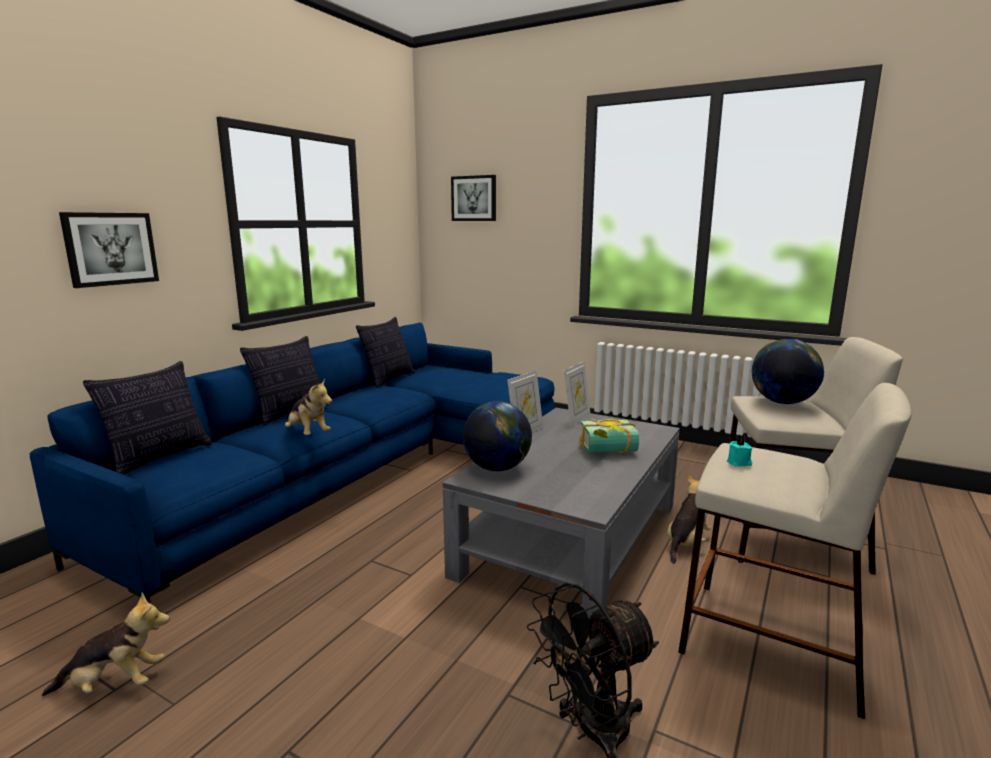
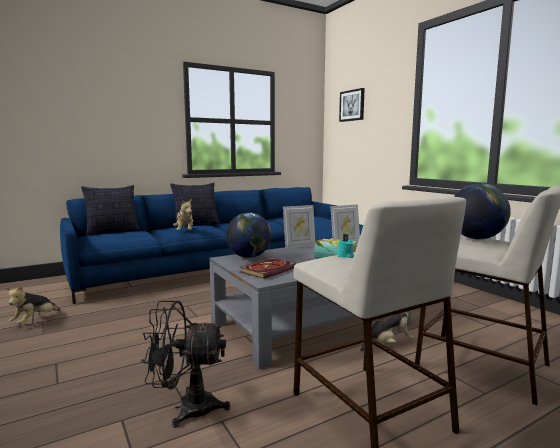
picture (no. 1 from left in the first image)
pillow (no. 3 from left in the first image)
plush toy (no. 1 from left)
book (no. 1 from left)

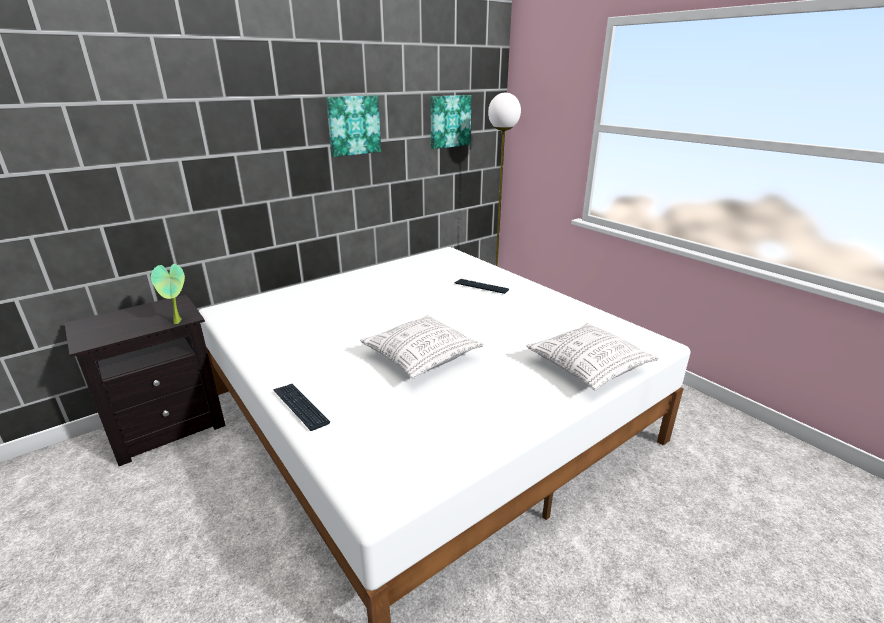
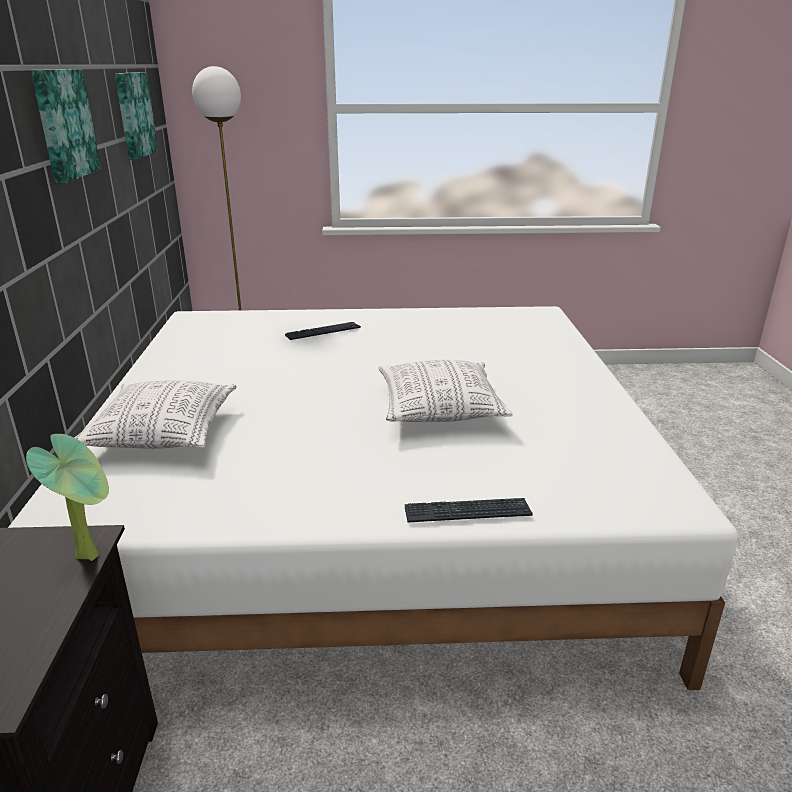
pillow (no. 1 from left)

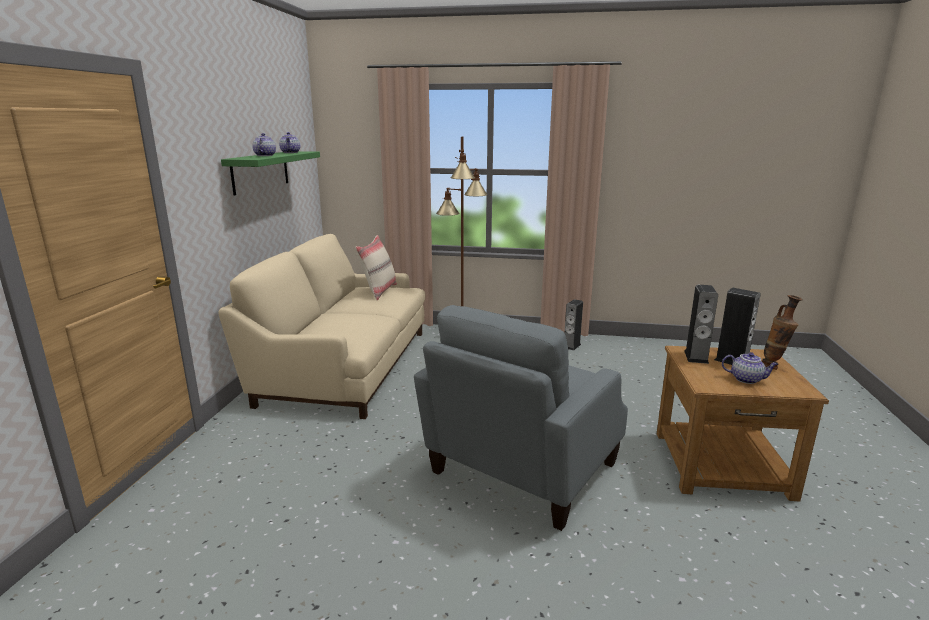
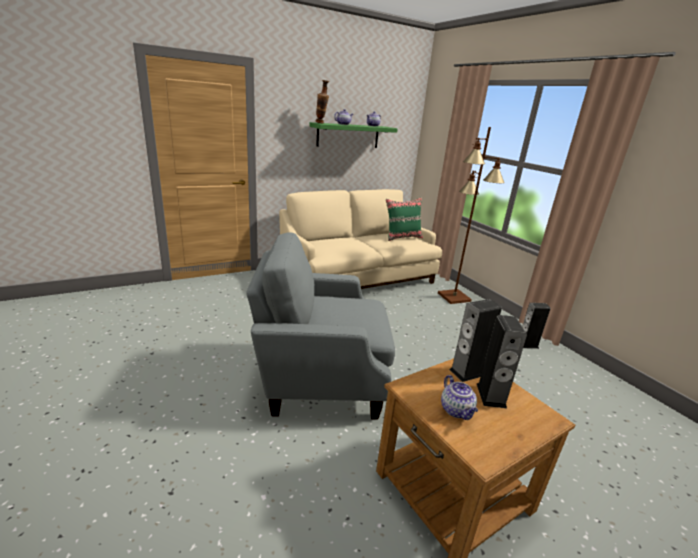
pillow (green)
vase

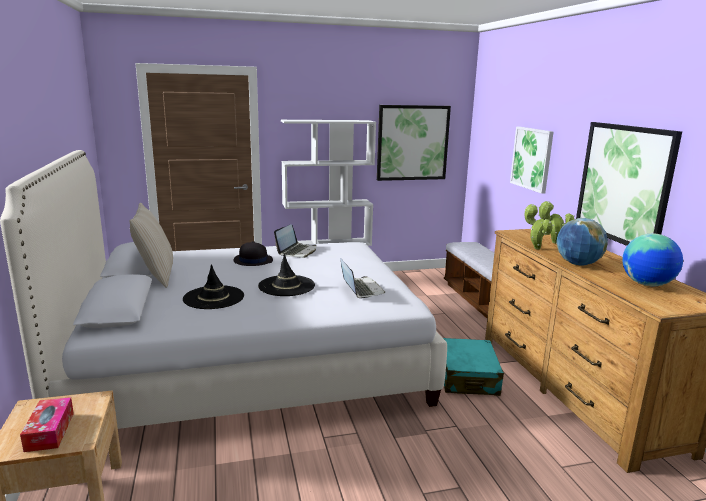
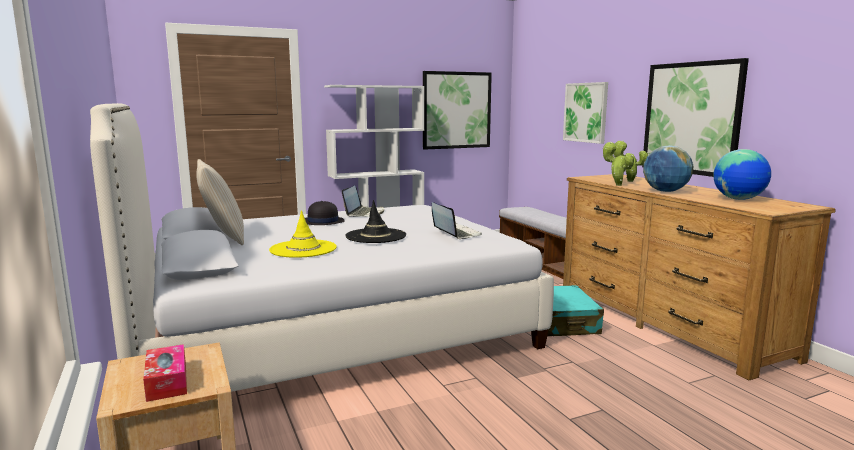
hat (yellow)

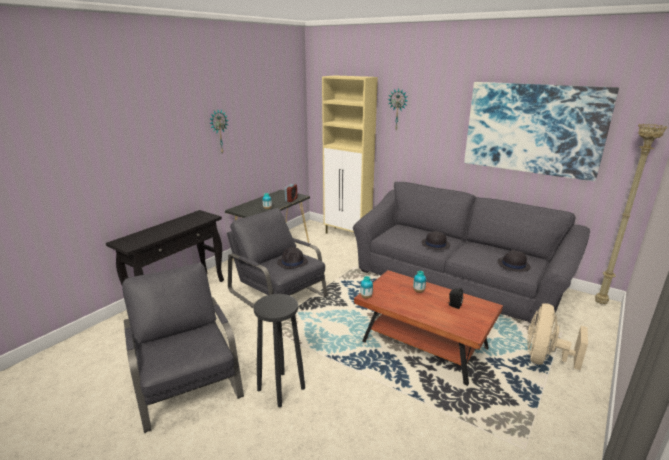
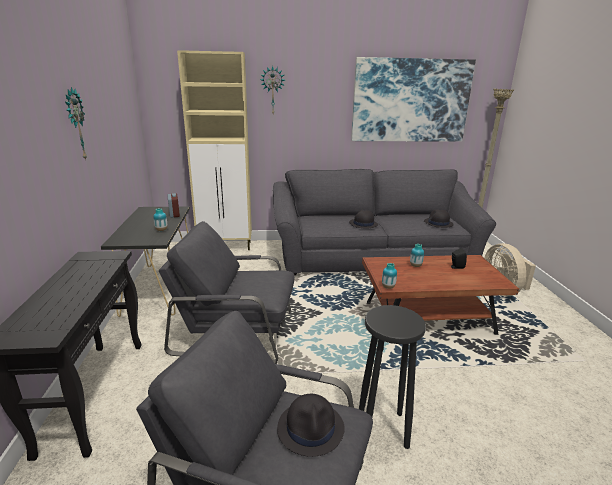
hat (black) (no. 1 from left)

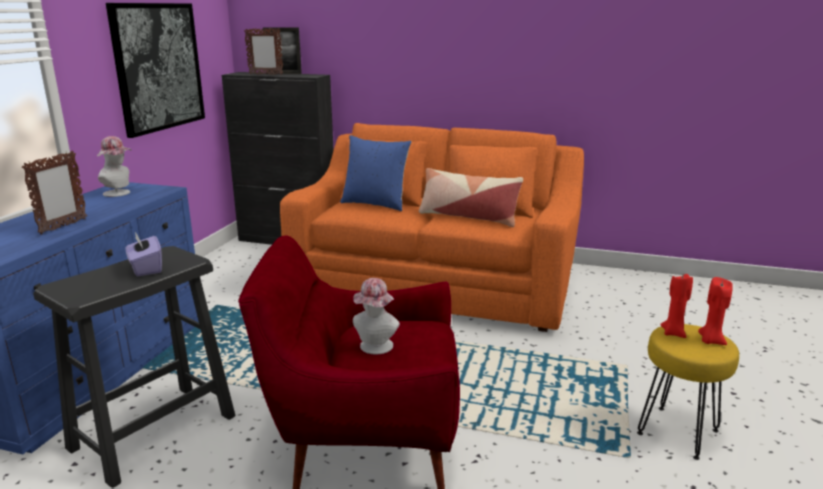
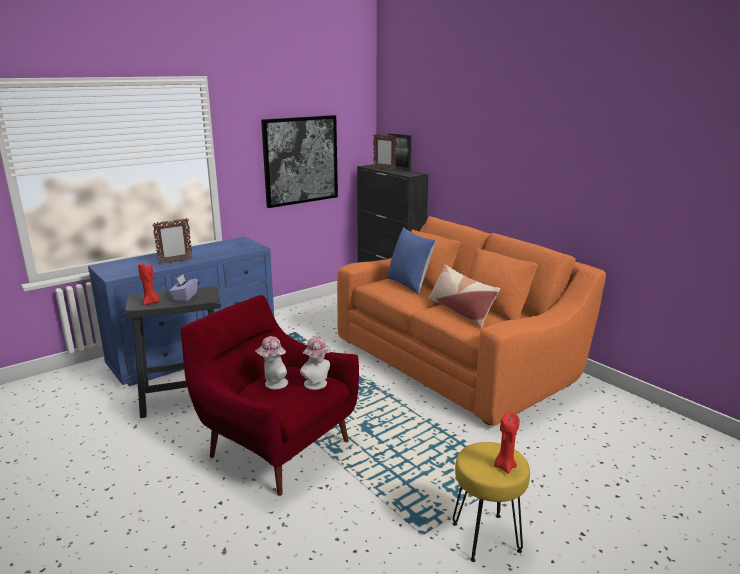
hat (no. 2 from left)
candle (red) (no. 1 from left)

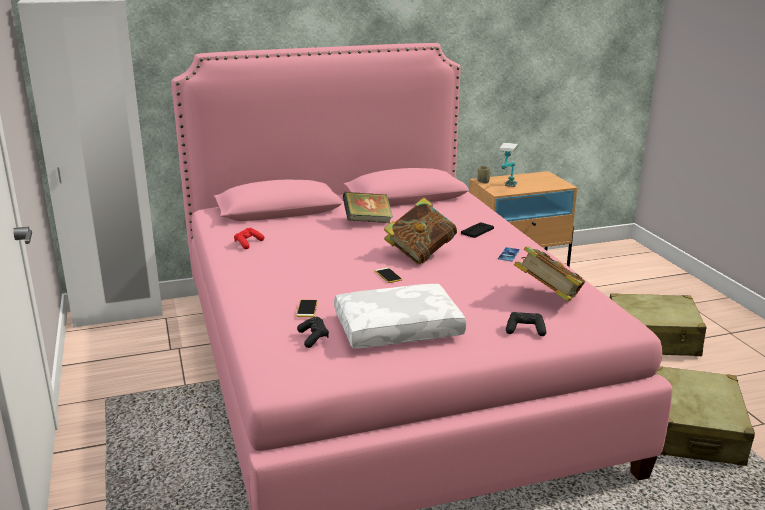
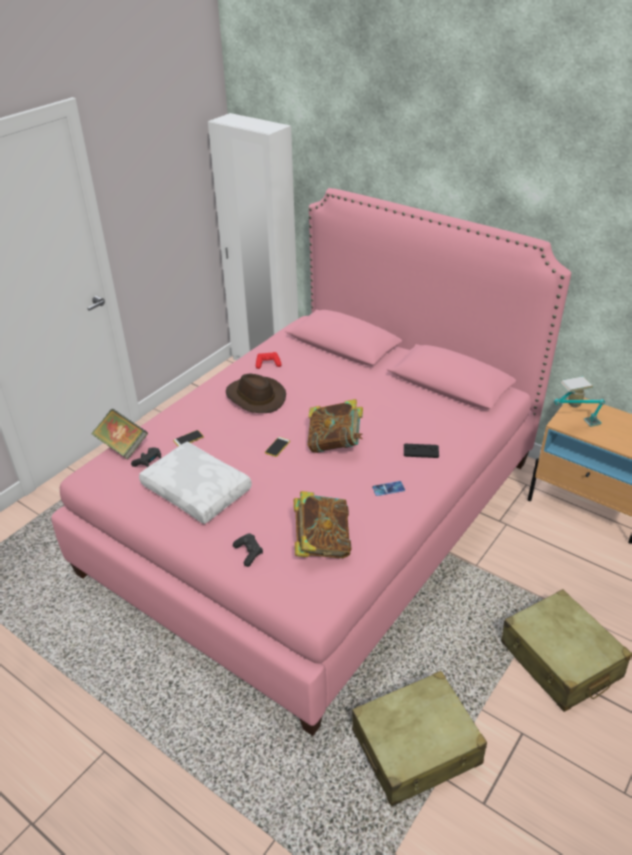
book (no. 1 from left)
hat (brown)

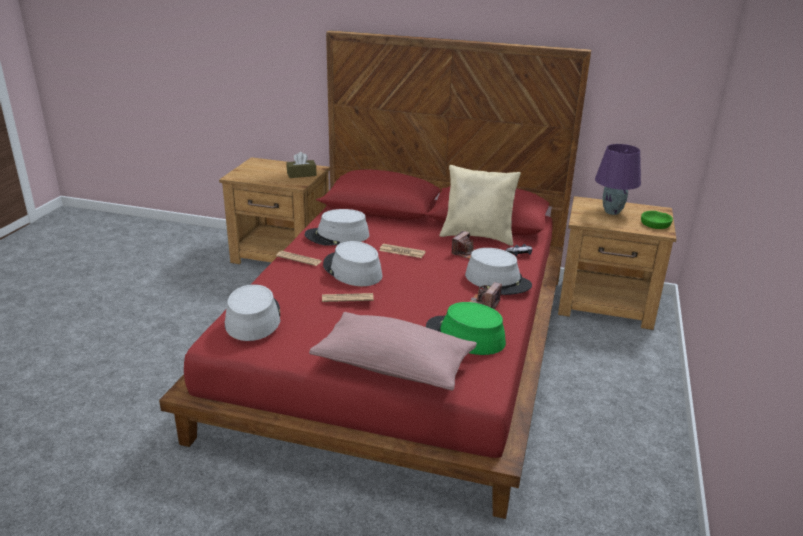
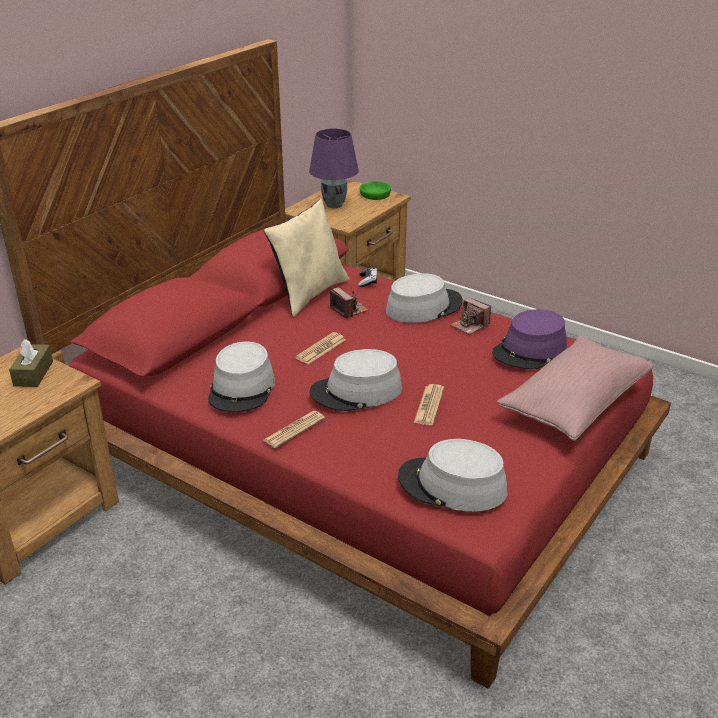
hat (purple)

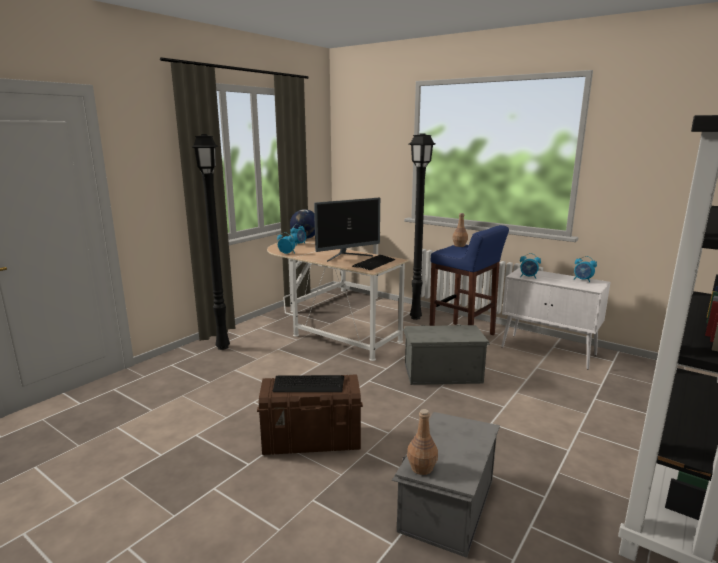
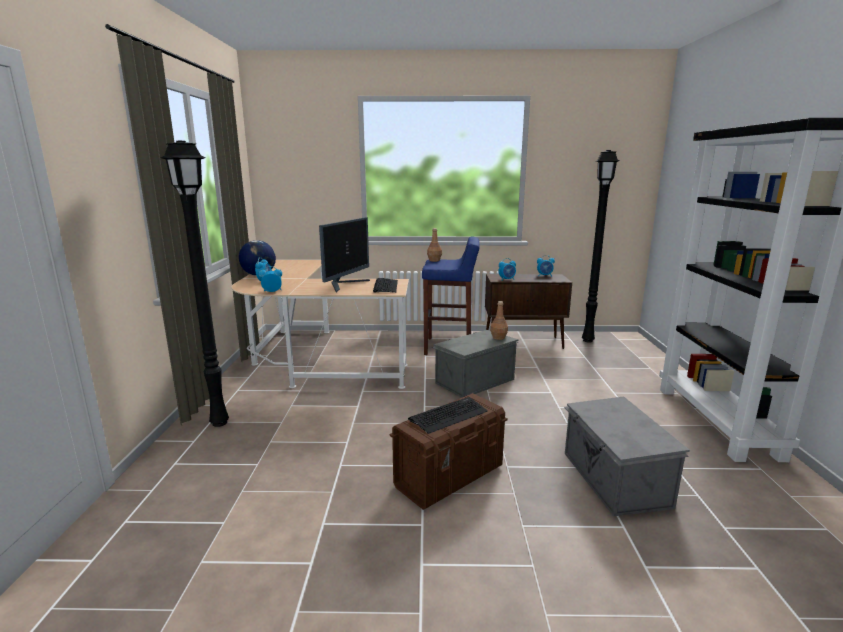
floor lamp (black) (no. 2 from left)
cabinet (brown)
bottle (brown) (no. 2 from left)

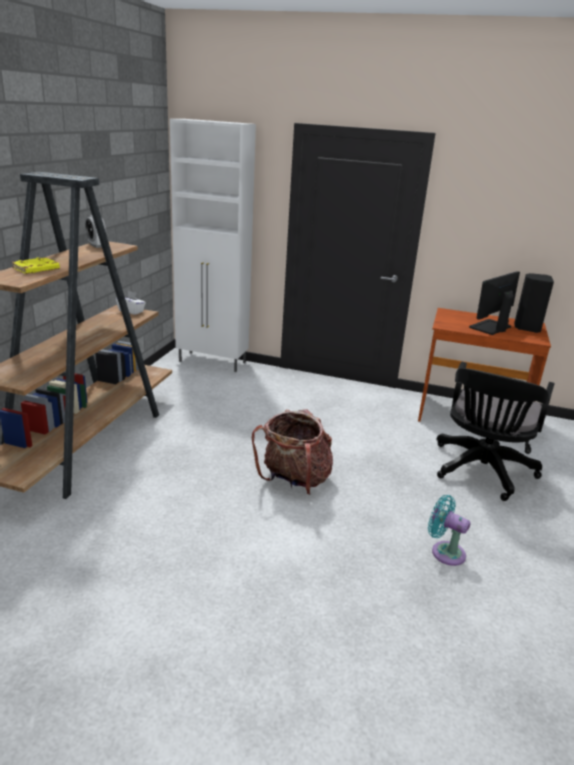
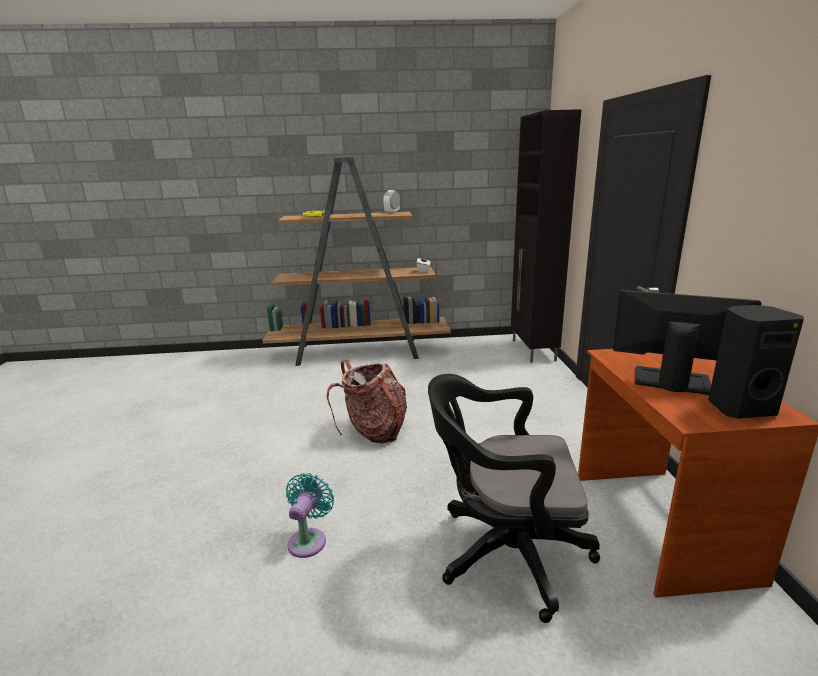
cabinet (black)

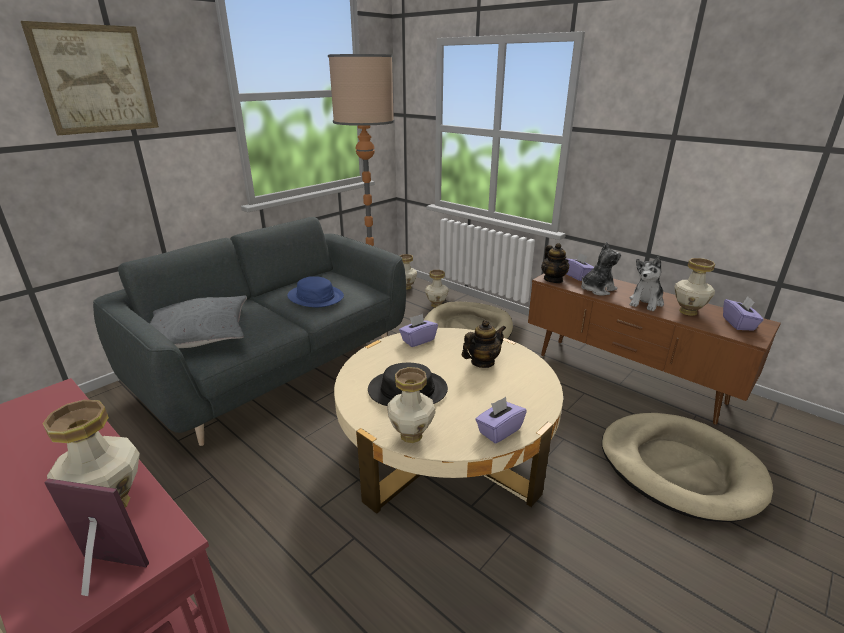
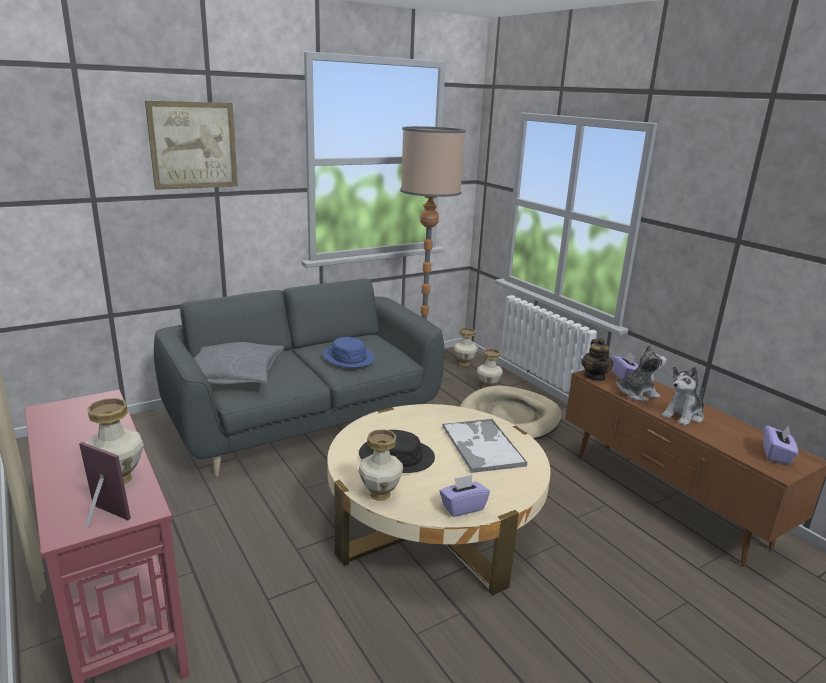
vase (no. 5 from left in the first image)
tissue box (purple) (no. 1 from left in the first image)
tray
dog bed (beige) (no. 2 from left in the first image)

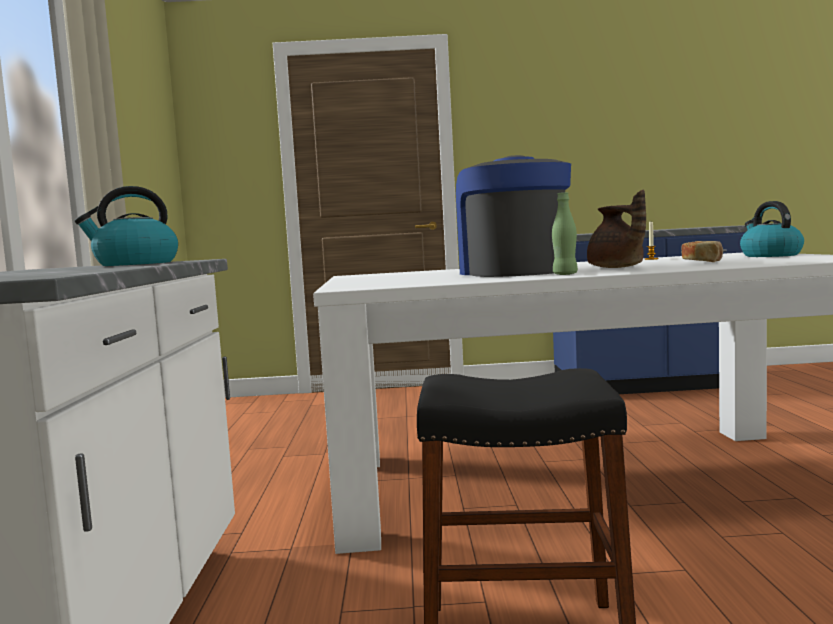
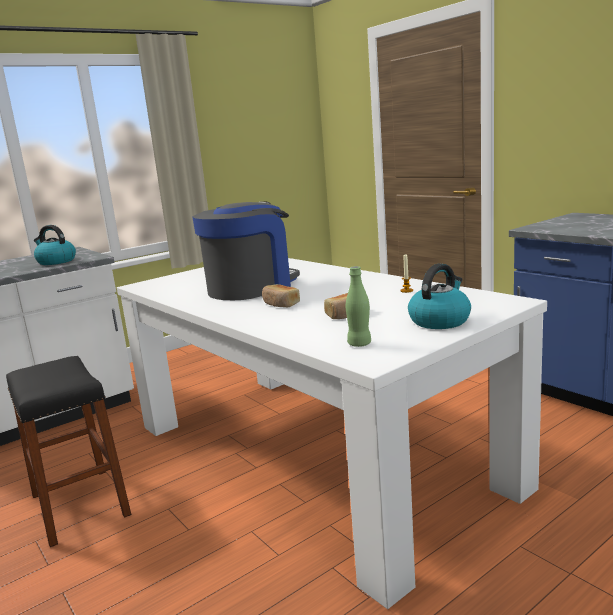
bread (no. 1 from left)
bottle (green)

